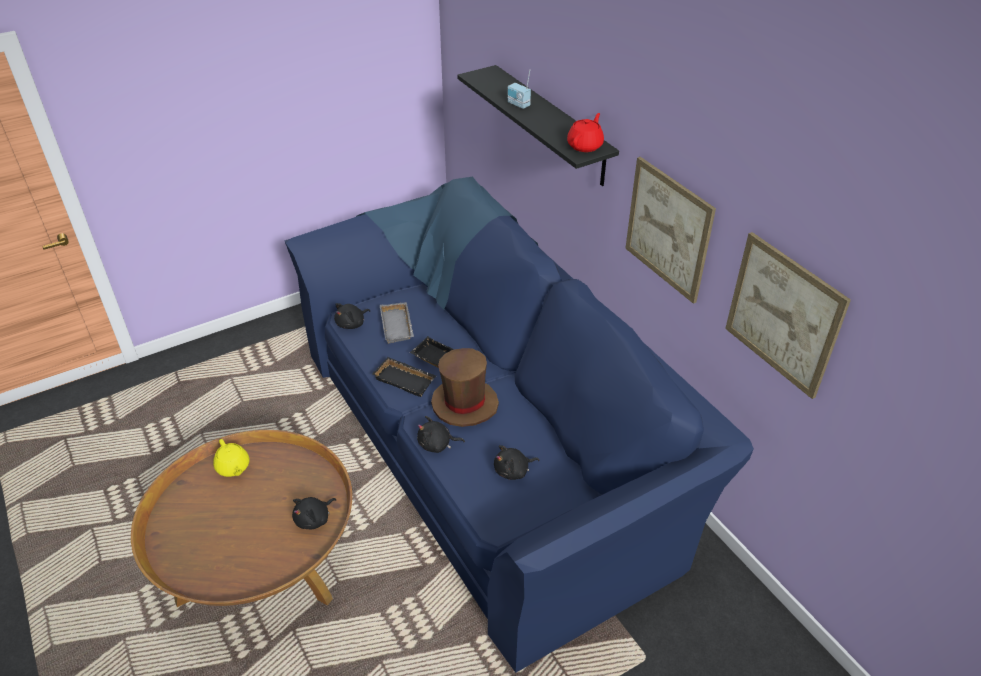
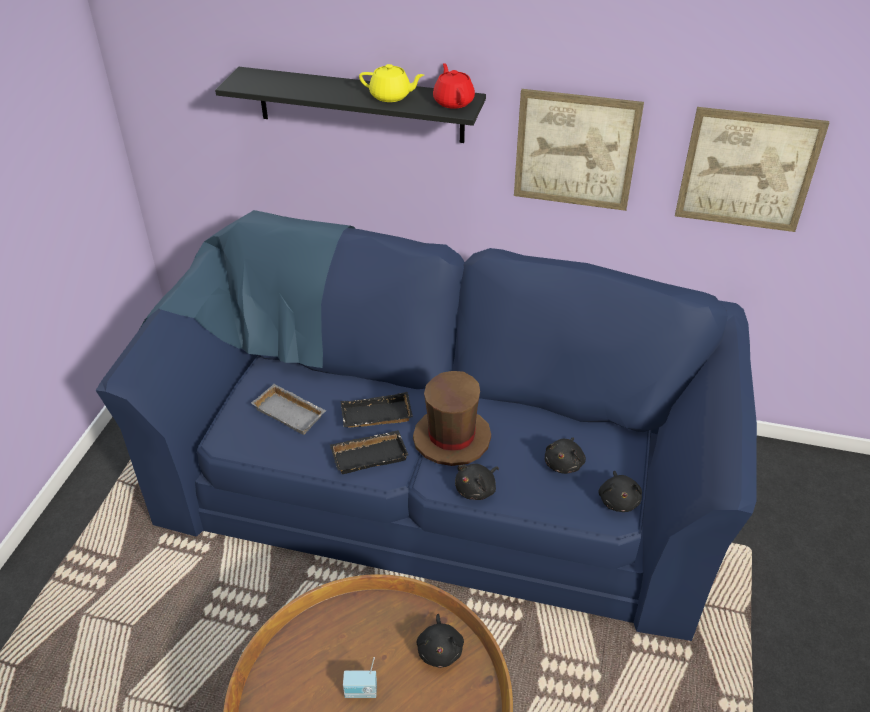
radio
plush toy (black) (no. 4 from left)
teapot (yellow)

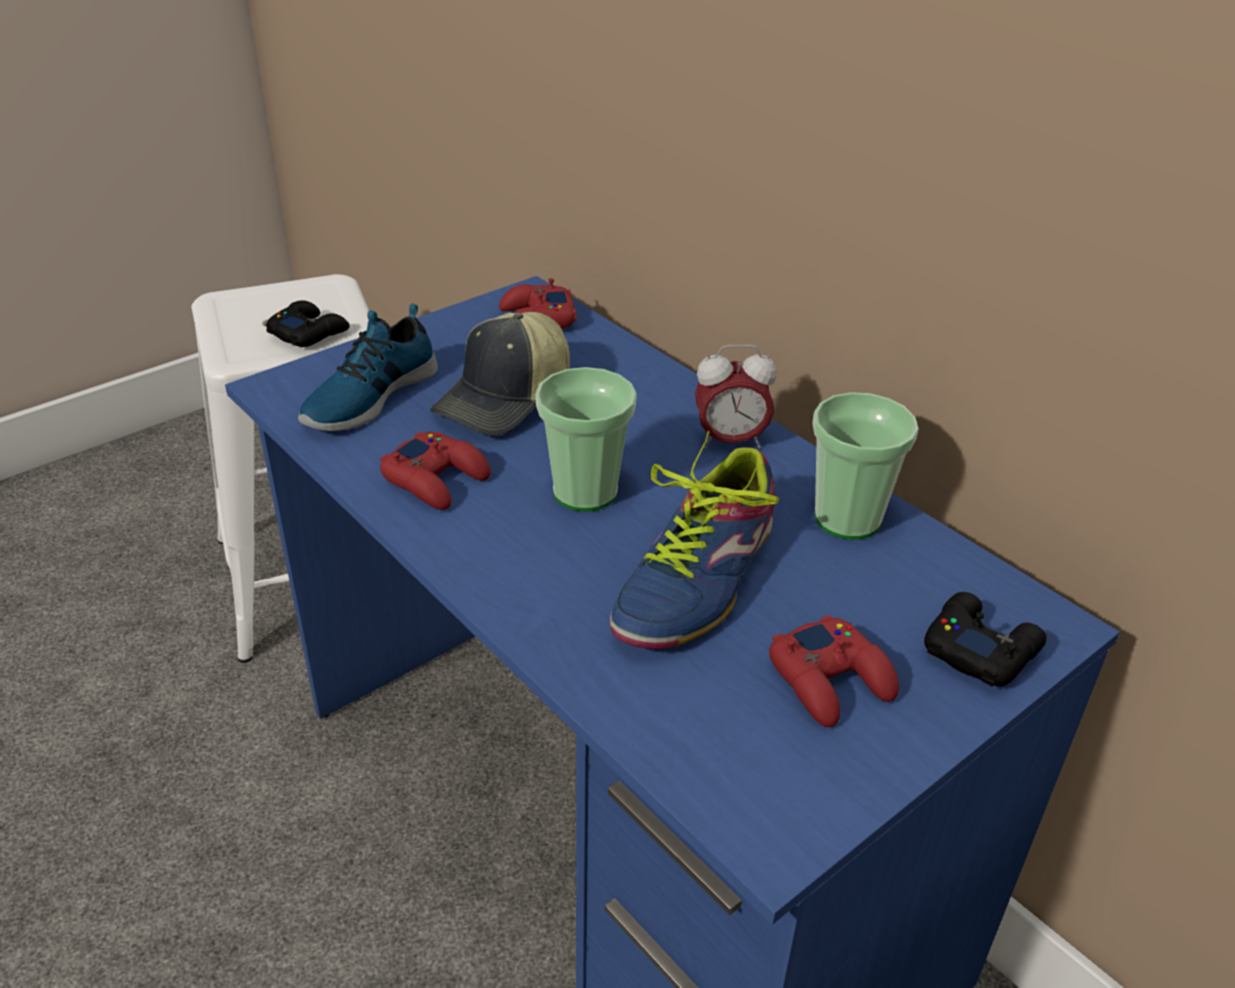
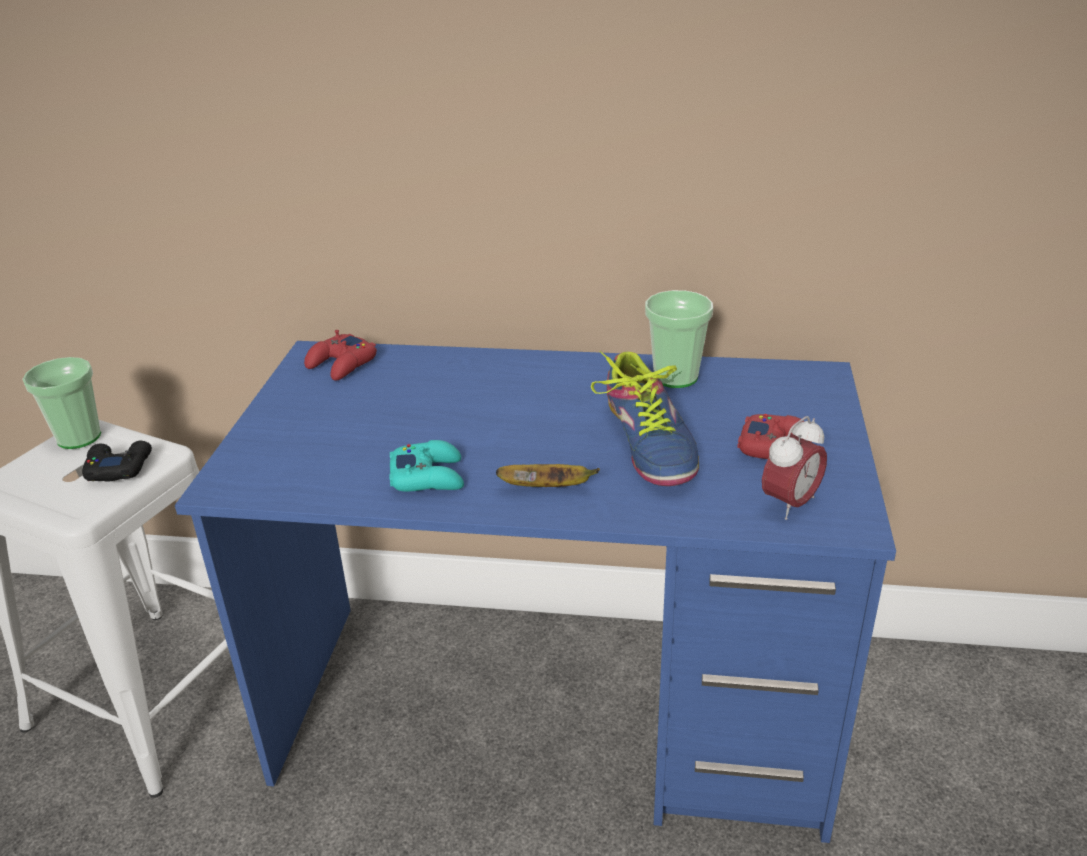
shoe (no. 1 from left in the first image)
cap
alarm clock
cup (no. 1 from left)
game controller (turquoise)
game controller (black) (no. 2 from left in the first image)
banana

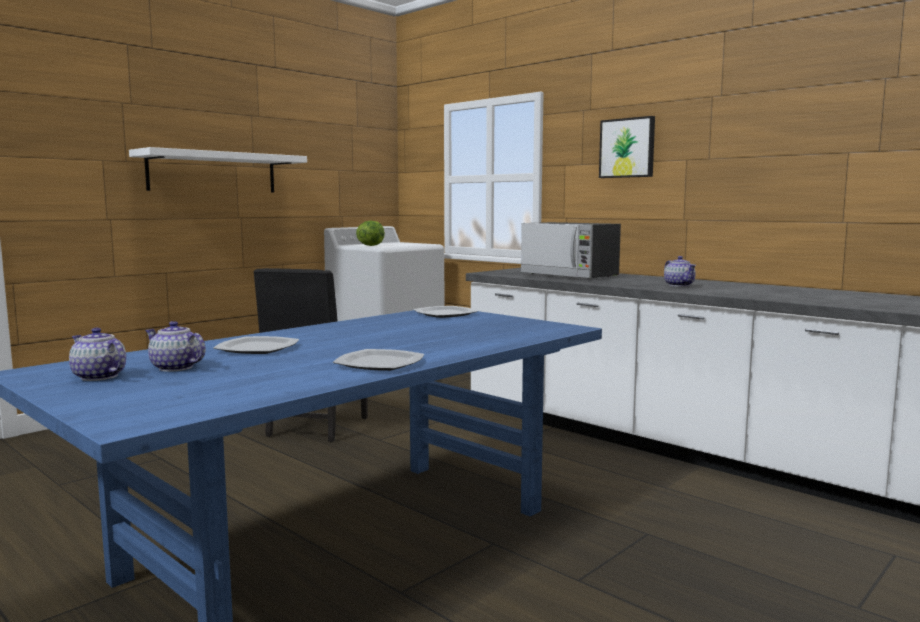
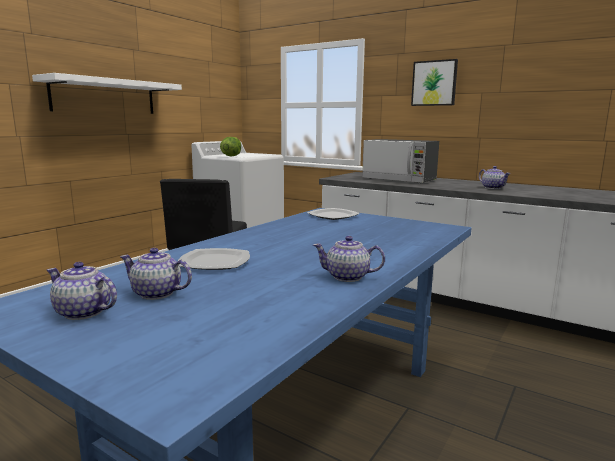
teapot (no. 3 from left)

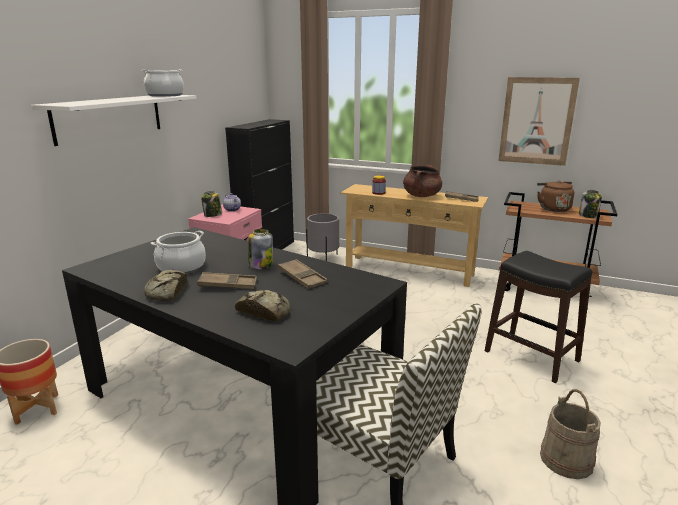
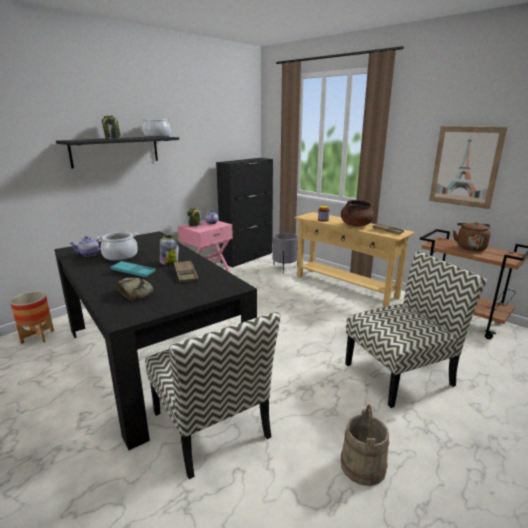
shelf (black)
jar (no. 1 from left)
chair (no. 2 from left)
bread (no. 1 from left in the first image)
tray (turquoise)
teapot (no. 1 from left)

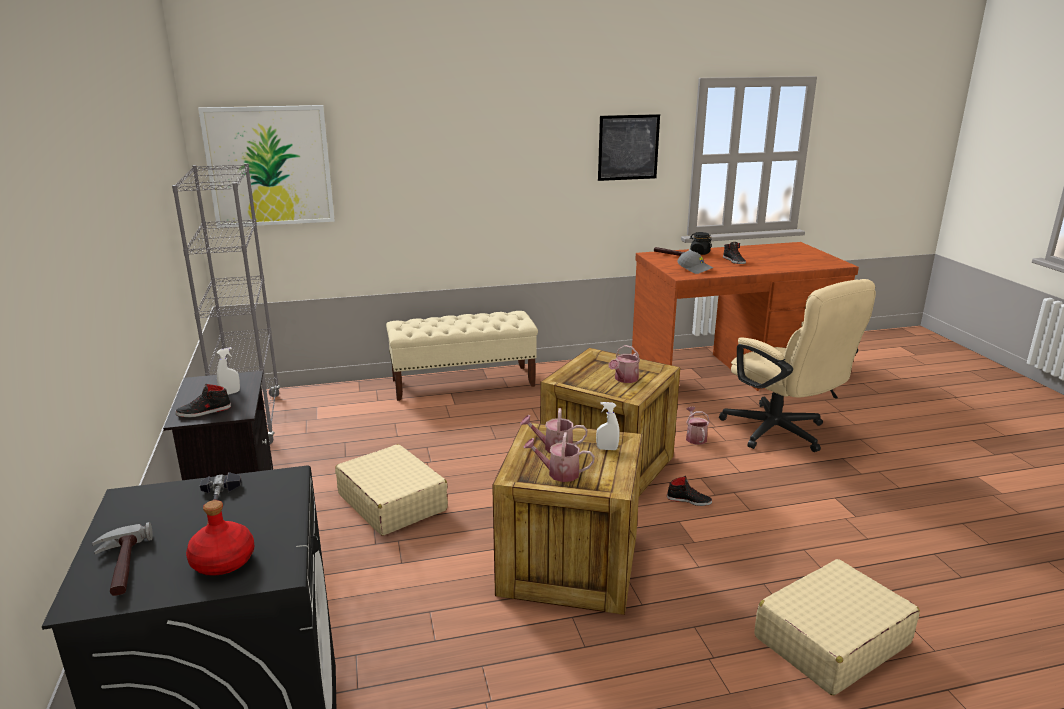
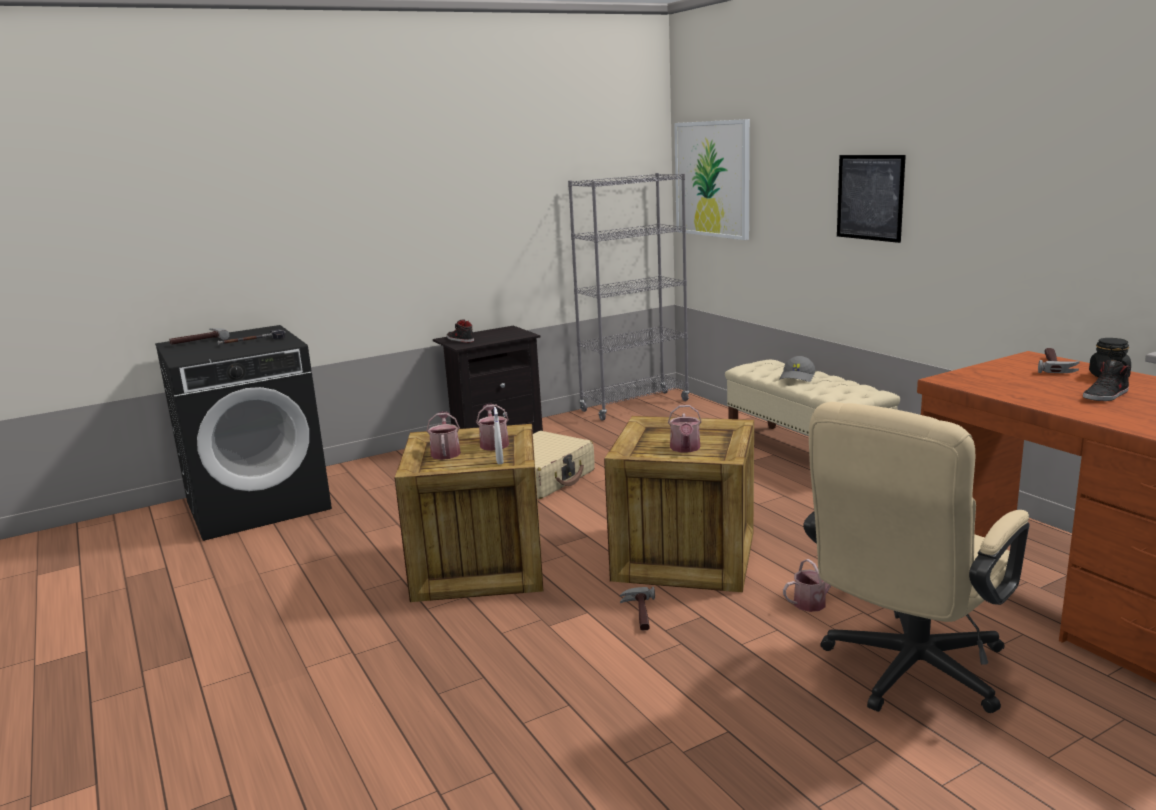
picture (no. 2 from left)
cap (grey)
watering can (no. 3 from left)
spray bottle (white) (no. 1 from left in the first image)
hammer (no. 3 from left)
bottle (red)
suitcase (beige) (no. 2 from left in the first image)

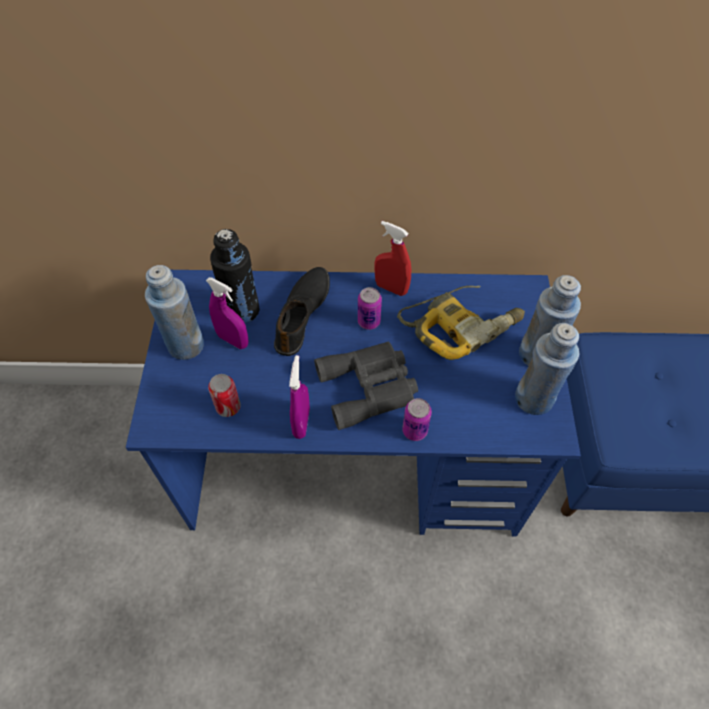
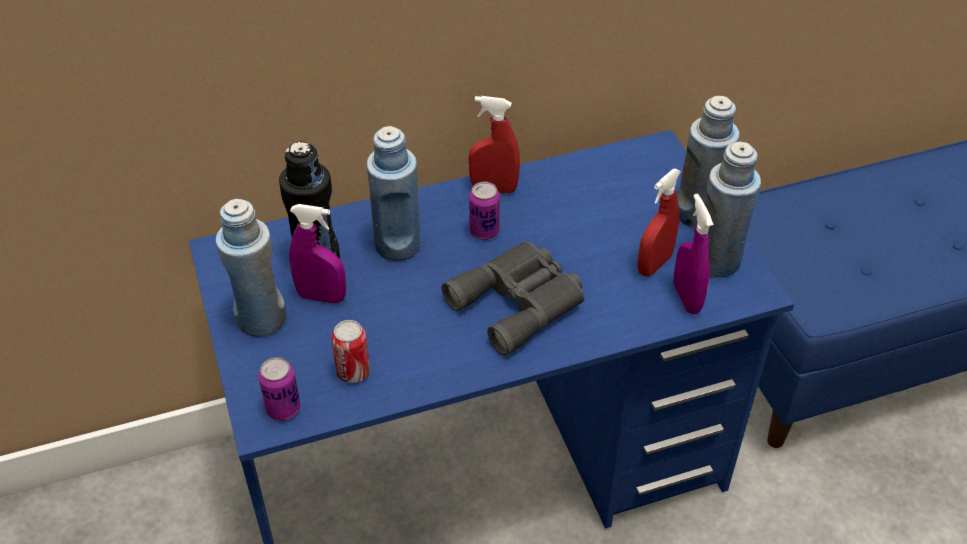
bottle (blue) (no. 2 from left)
power drill
spray bottle (purple) (no. 2 from left)
can (no. 1 from left)
spray bottle (red) (no. 2 from left)

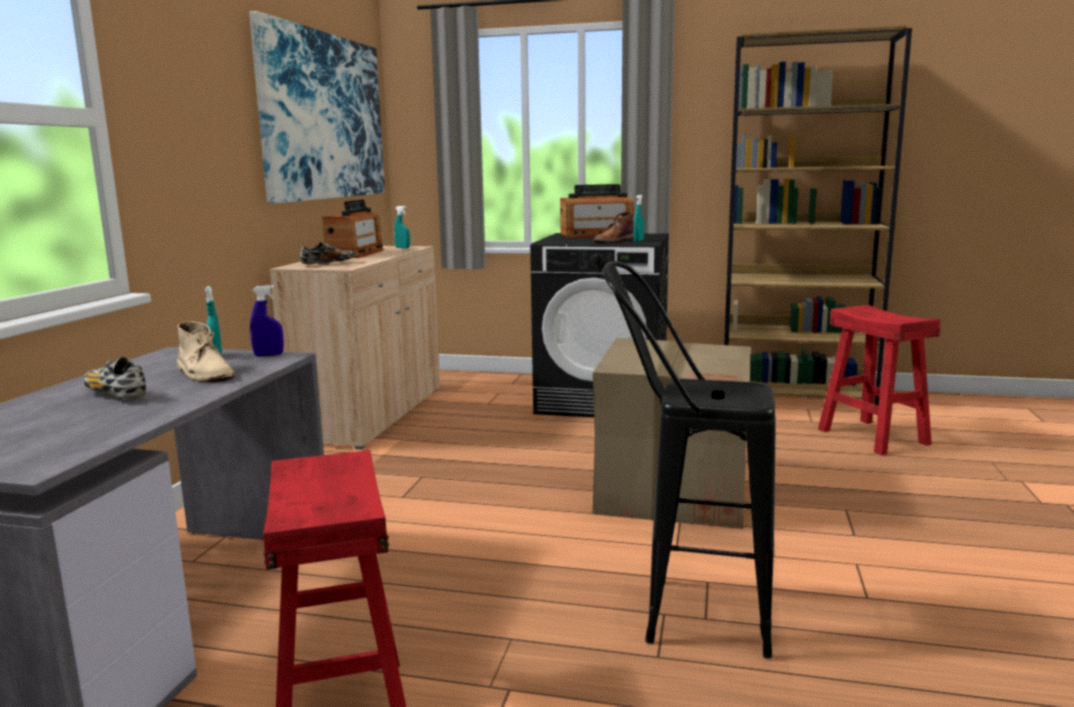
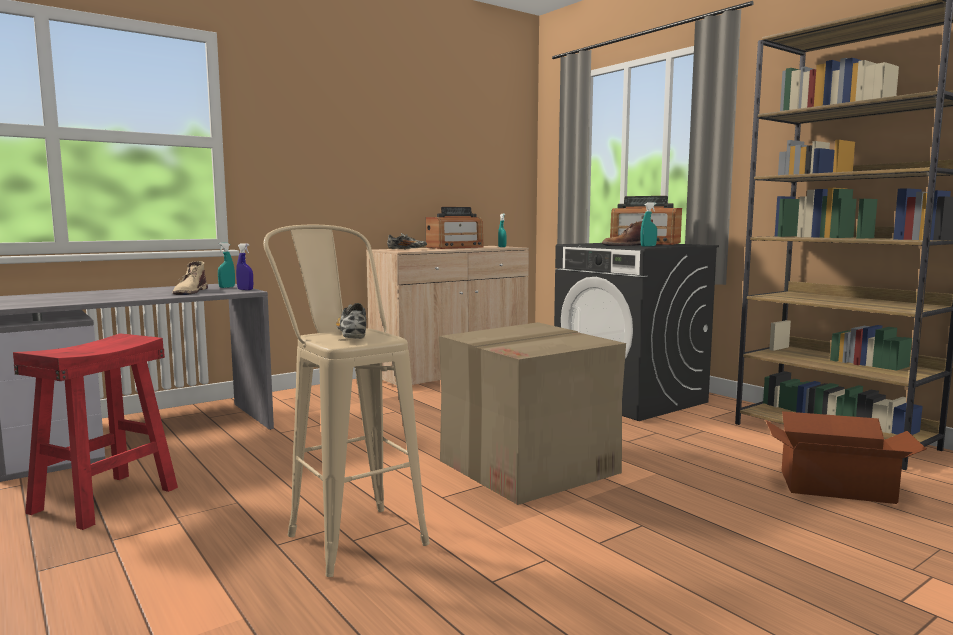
picture
stool (beige)
cardboard box (no. 2 from left)
shoe (no. 1 from left)

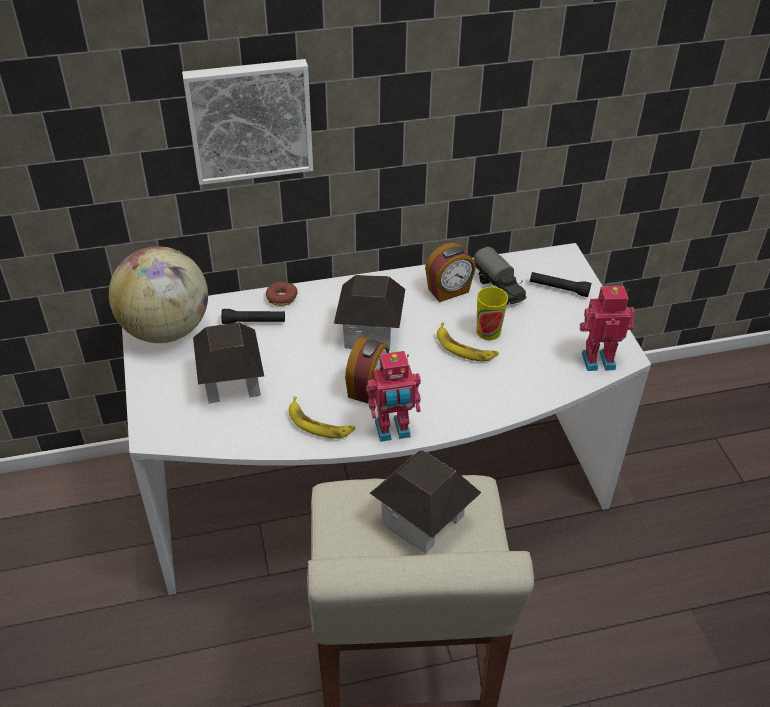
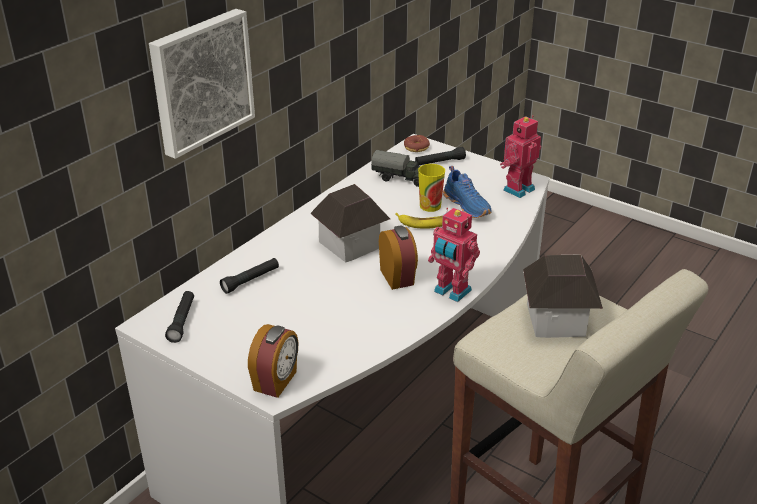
alarm clock (no. 1 from left)
flashlight (black) (no. 1 from left)
donut
toy house (no. 1 from left in the first image)
toy robot (no. 1 from left)
banana (no. 1 from left in the first image)
shoe (blue)

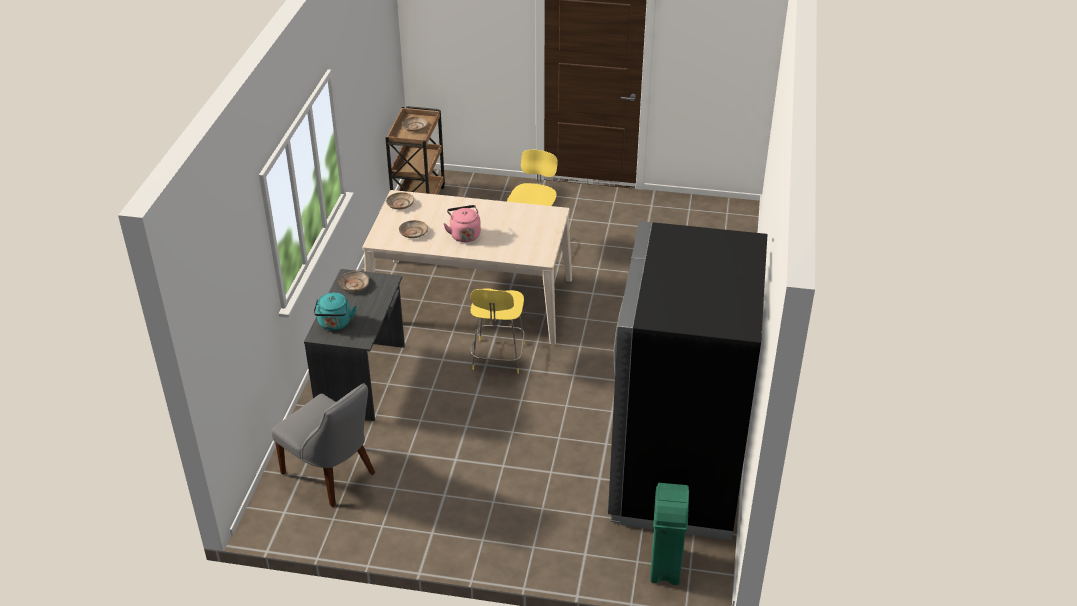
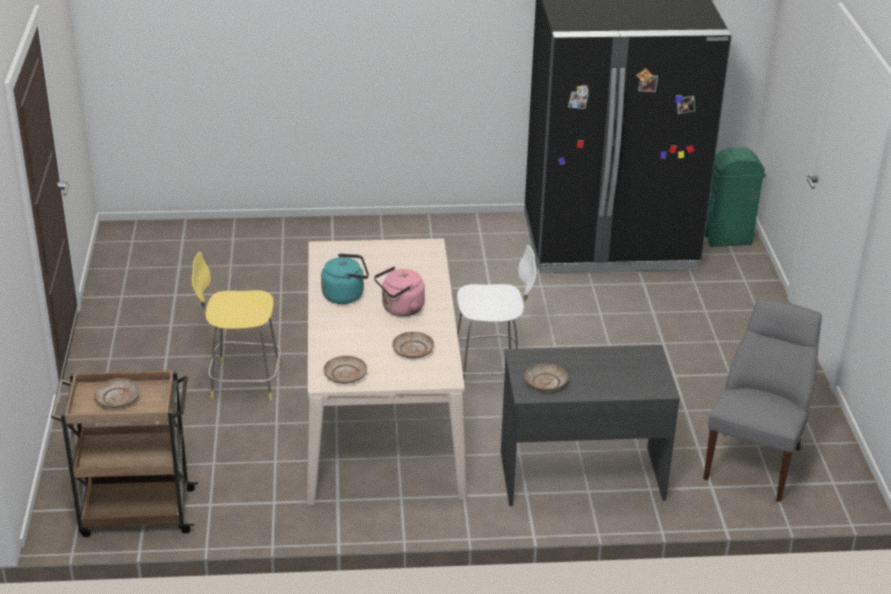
stool (white)
kettle (turquoise)

